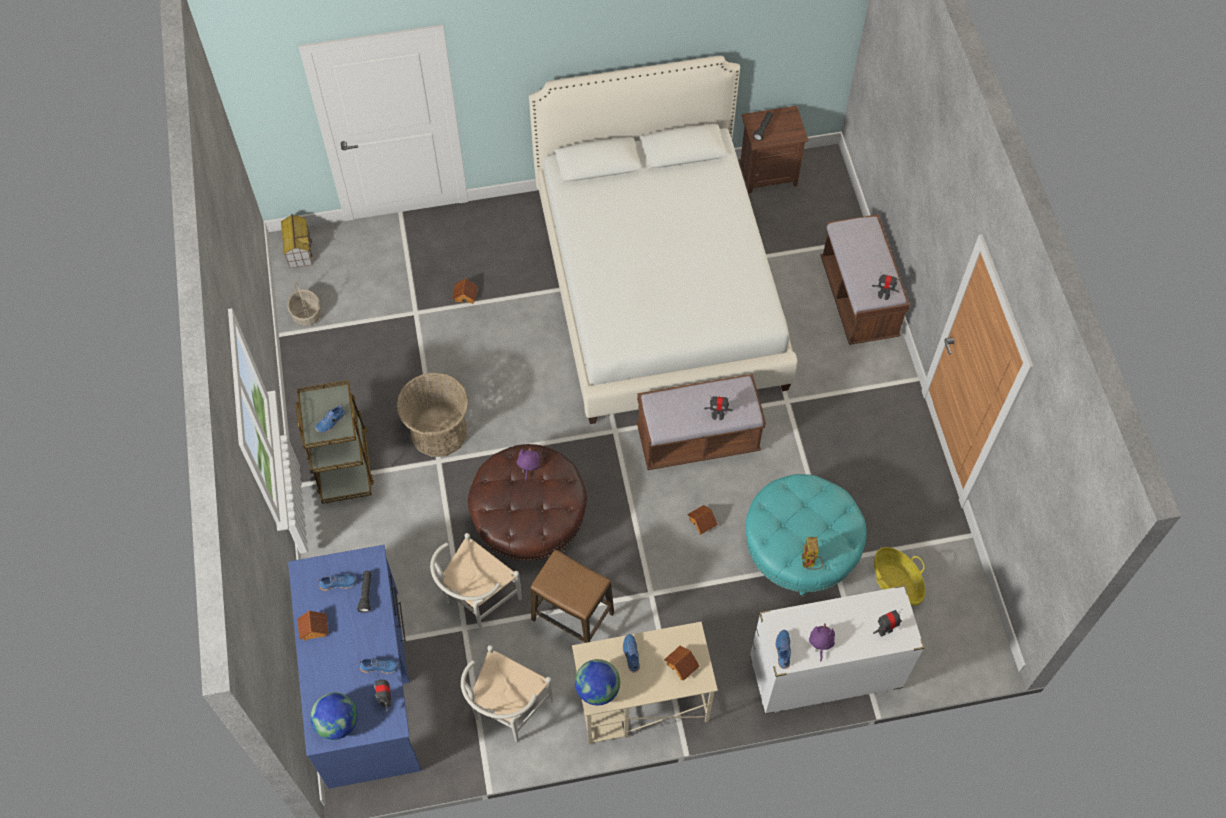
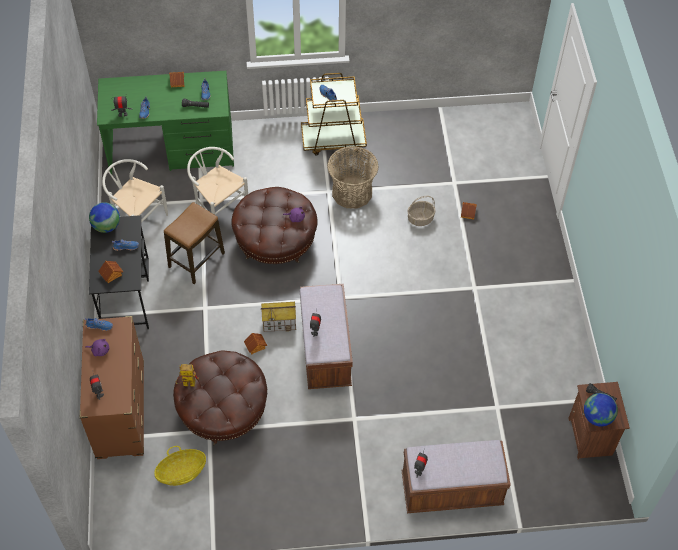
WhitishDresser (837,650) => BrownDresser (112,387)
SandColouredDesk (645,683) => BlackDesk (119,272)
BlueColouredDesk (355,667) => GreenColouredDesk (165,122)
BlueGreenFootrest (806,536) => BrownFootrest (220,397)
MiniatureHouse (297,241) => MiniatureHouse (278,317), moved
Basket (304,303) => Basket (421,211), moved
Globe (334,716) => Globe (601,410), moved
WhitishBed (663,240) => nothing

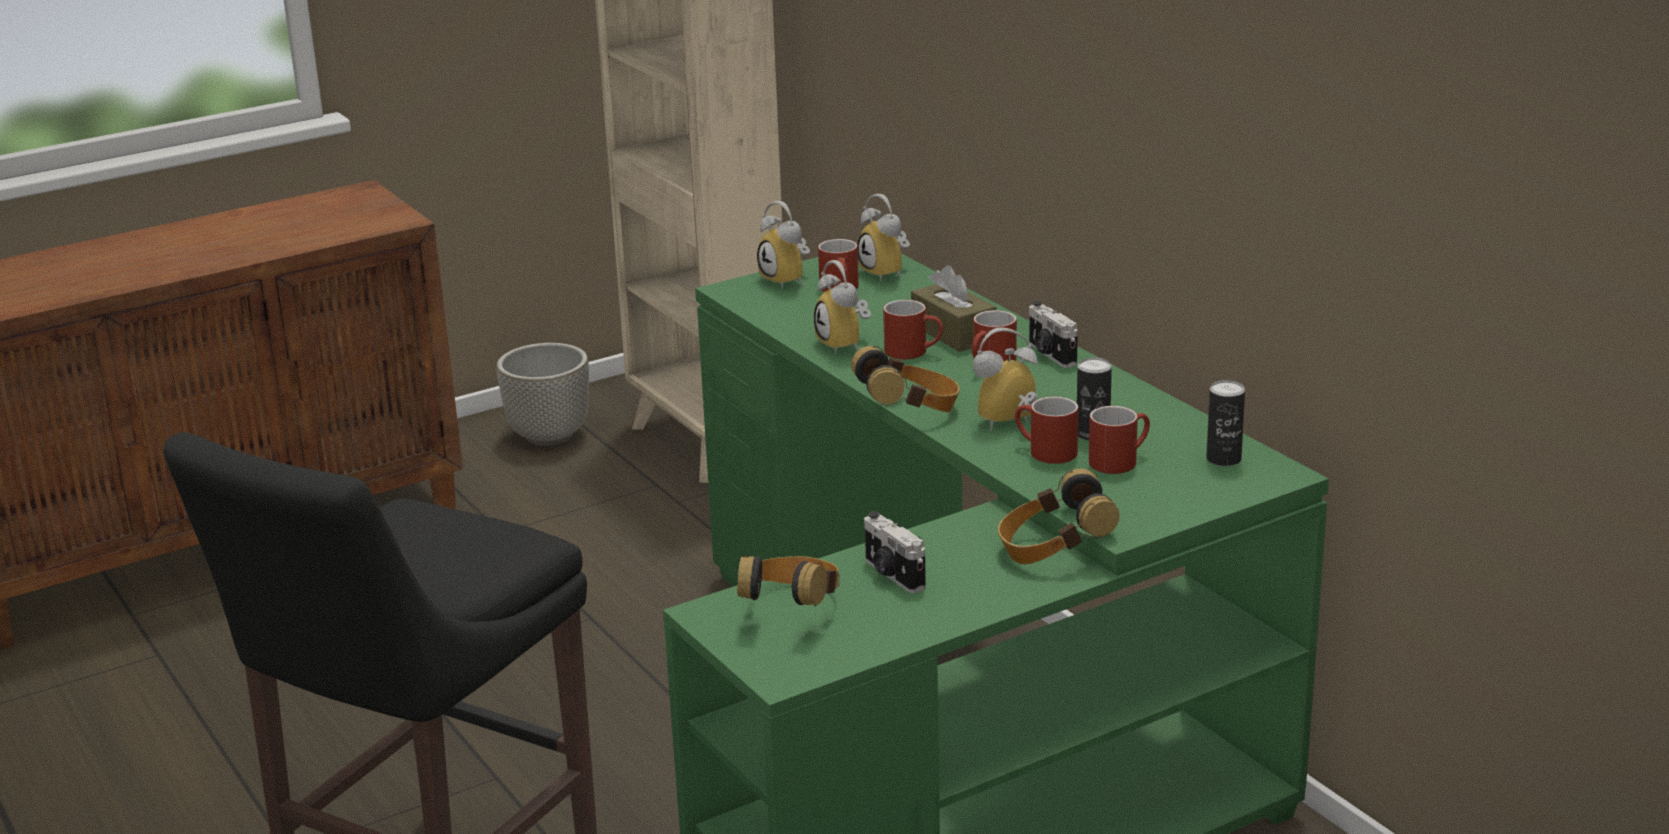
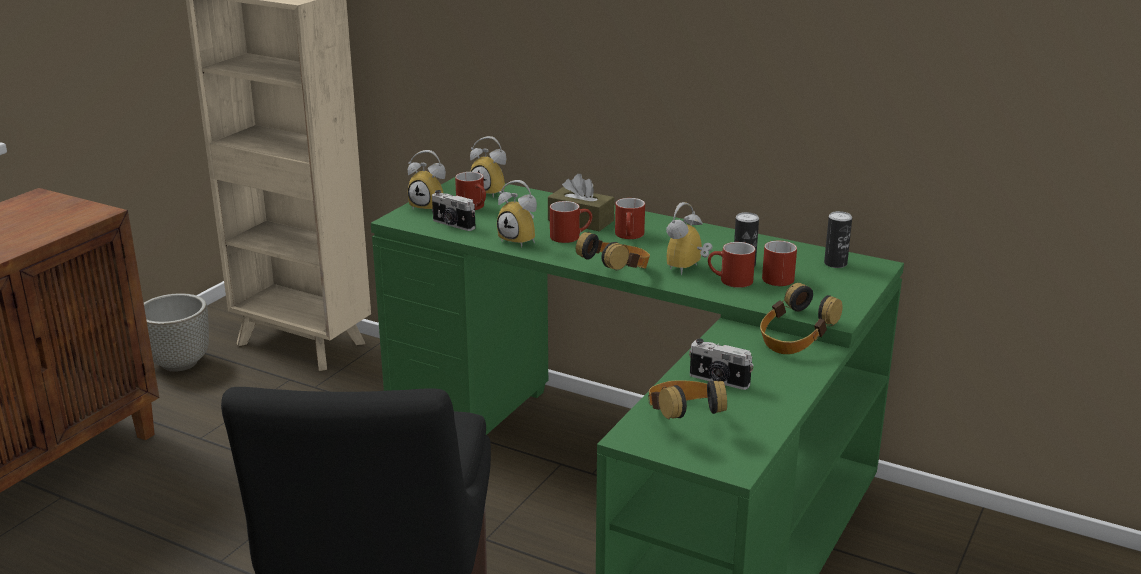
StillCamera (1053,334) => StillCamera (454,210), moved

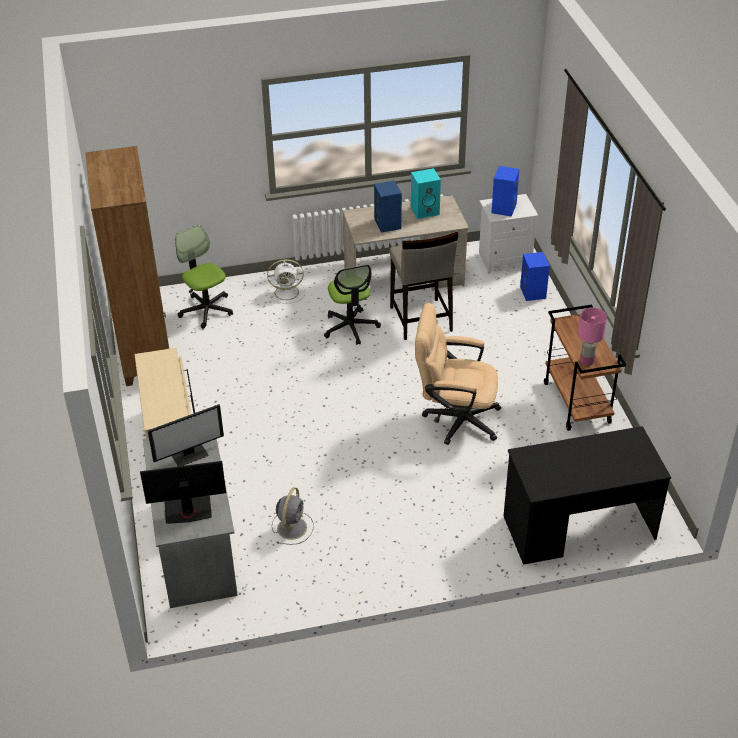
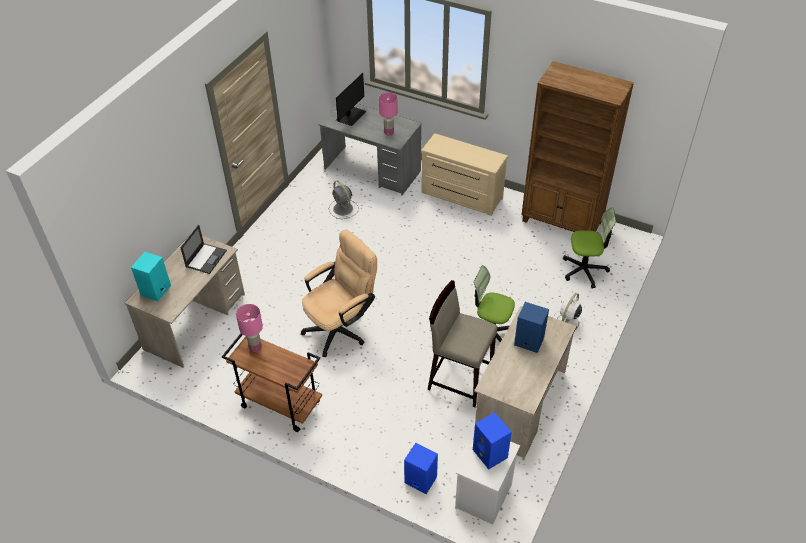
BlackDesk (587,495) => SandColouredDesk (185,301)
BlueGreenAudioSpeaker (426,193) => BlueGreenAudioSpeaker (151,276), moved
nothing => NotebookComputer (203,249)
ComputerScreen (185,435) => PinkColouredTabletopLamp (388,114)

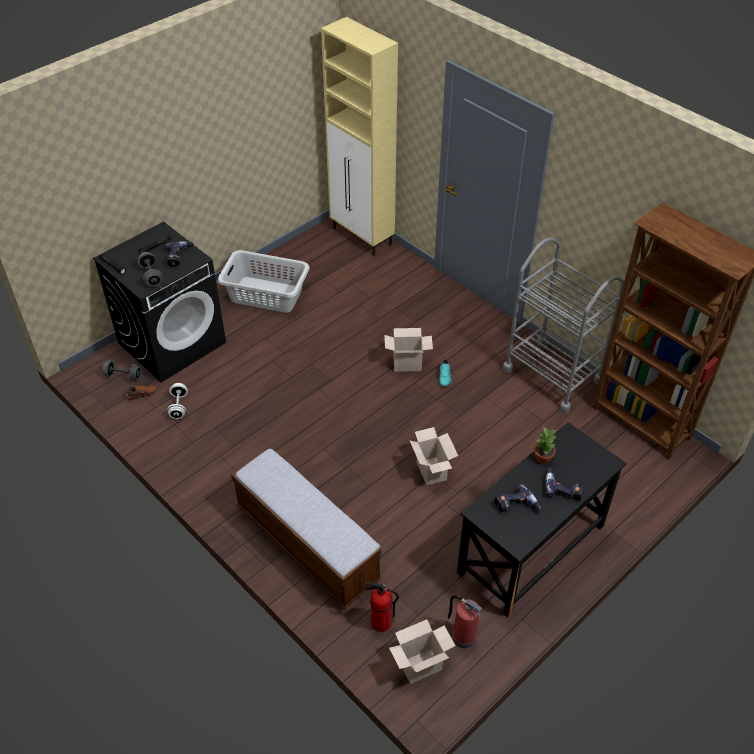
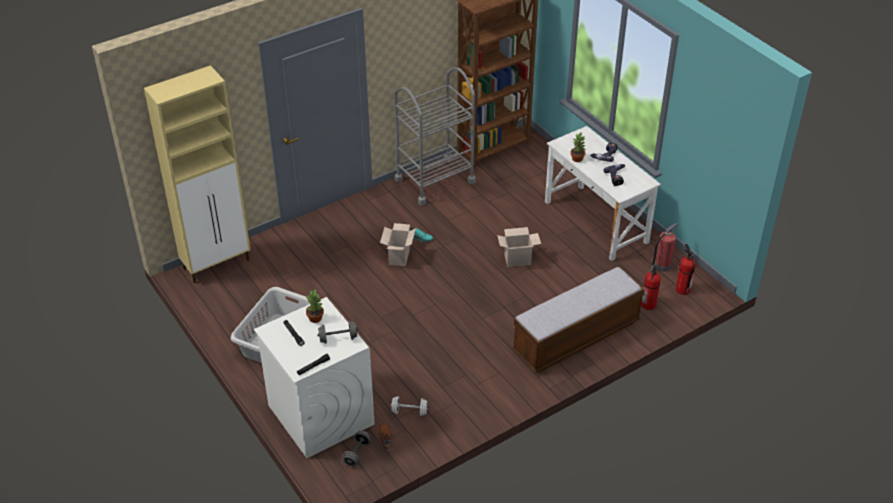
BlackLaundryAppliance (159,301) => WhitishLaundryAppliance (314,377)
ElectricDrill (179,254) => Houseplant (314,306)
BlackDesk (541,519) => WhitishDesk (603,193)
CardboardBox (422,651) => Extinguisher (686,269)

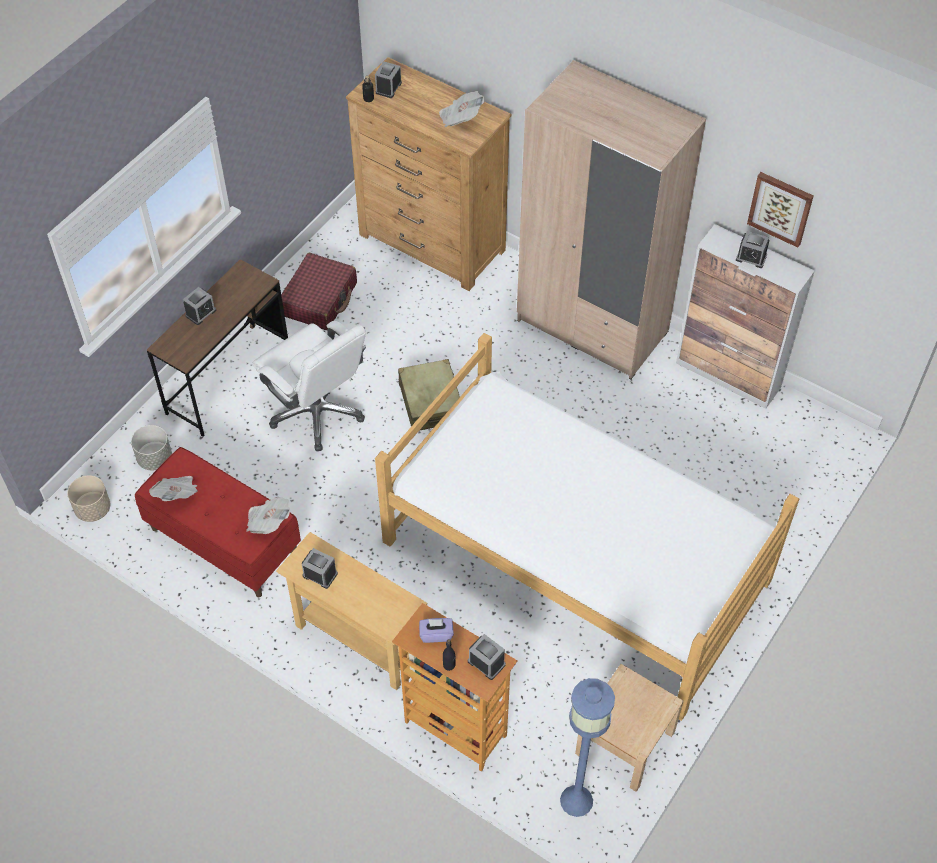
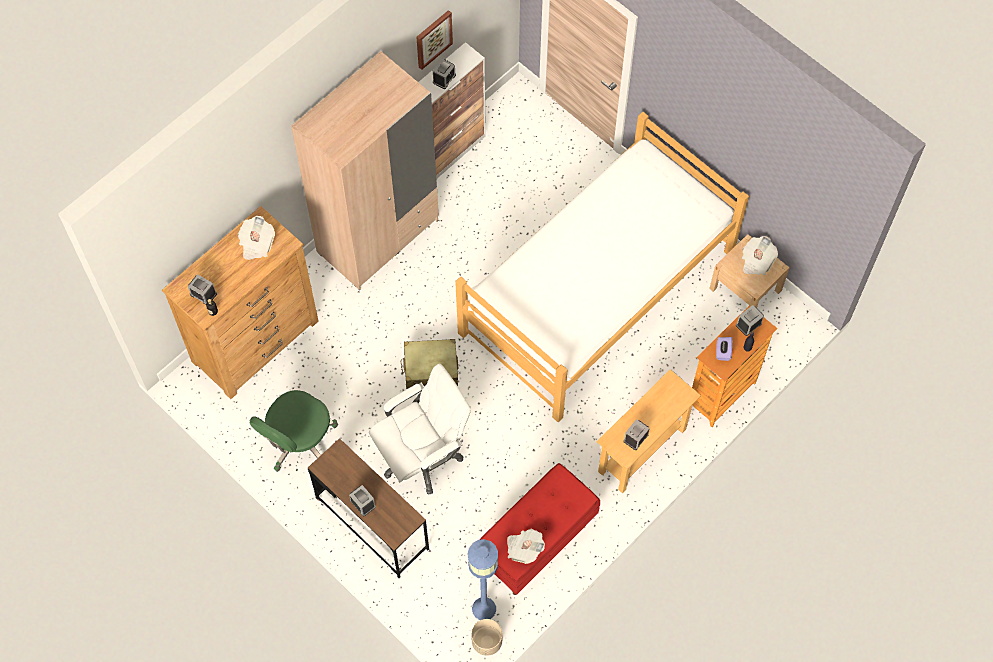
ReddishTravelCase (319,291) => GreenColouredDeskChair (294,431)
BlueColouredFloorLamp (587,747) => BlueColouredFloorLamp (482,579), moved
PrintedPaper (268,515) => PrintedPaper (760,255), moved
GrayFlowerPot (151,447) => nothing

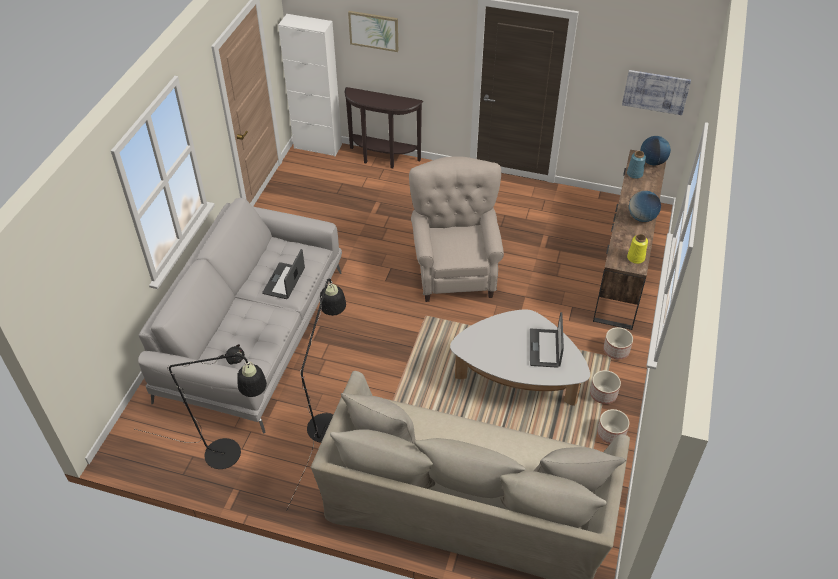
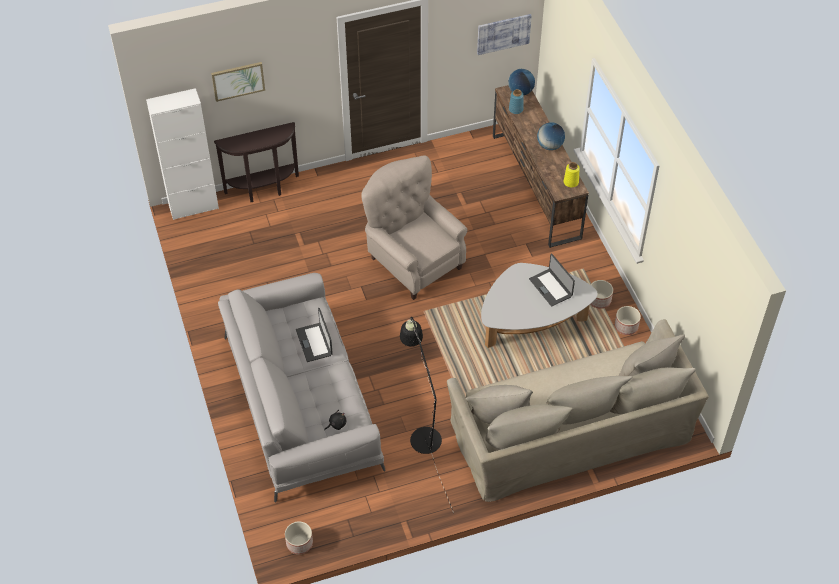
FlowerPot (618,343) => FlowerPot (299,537), moved
BlackFloorLamp (201,410) => nothing

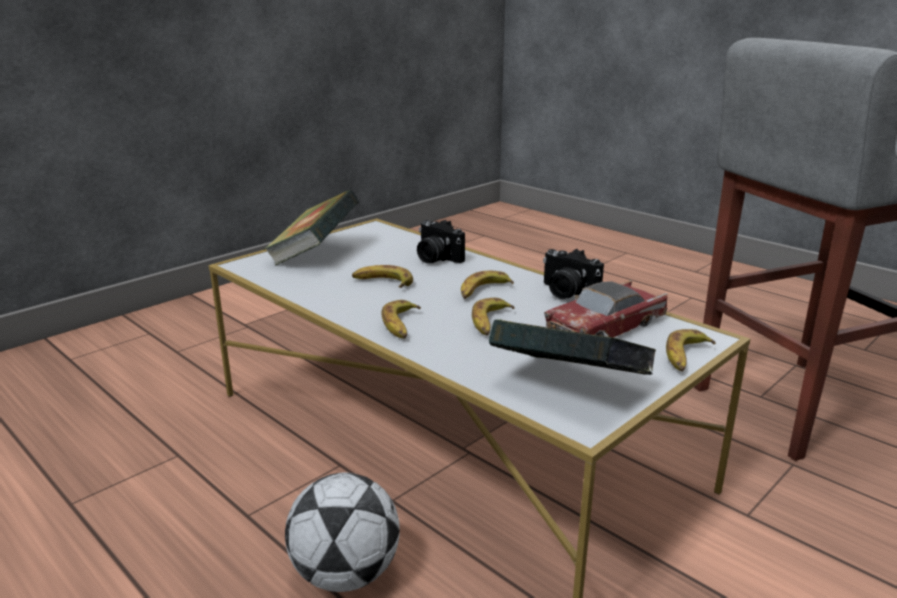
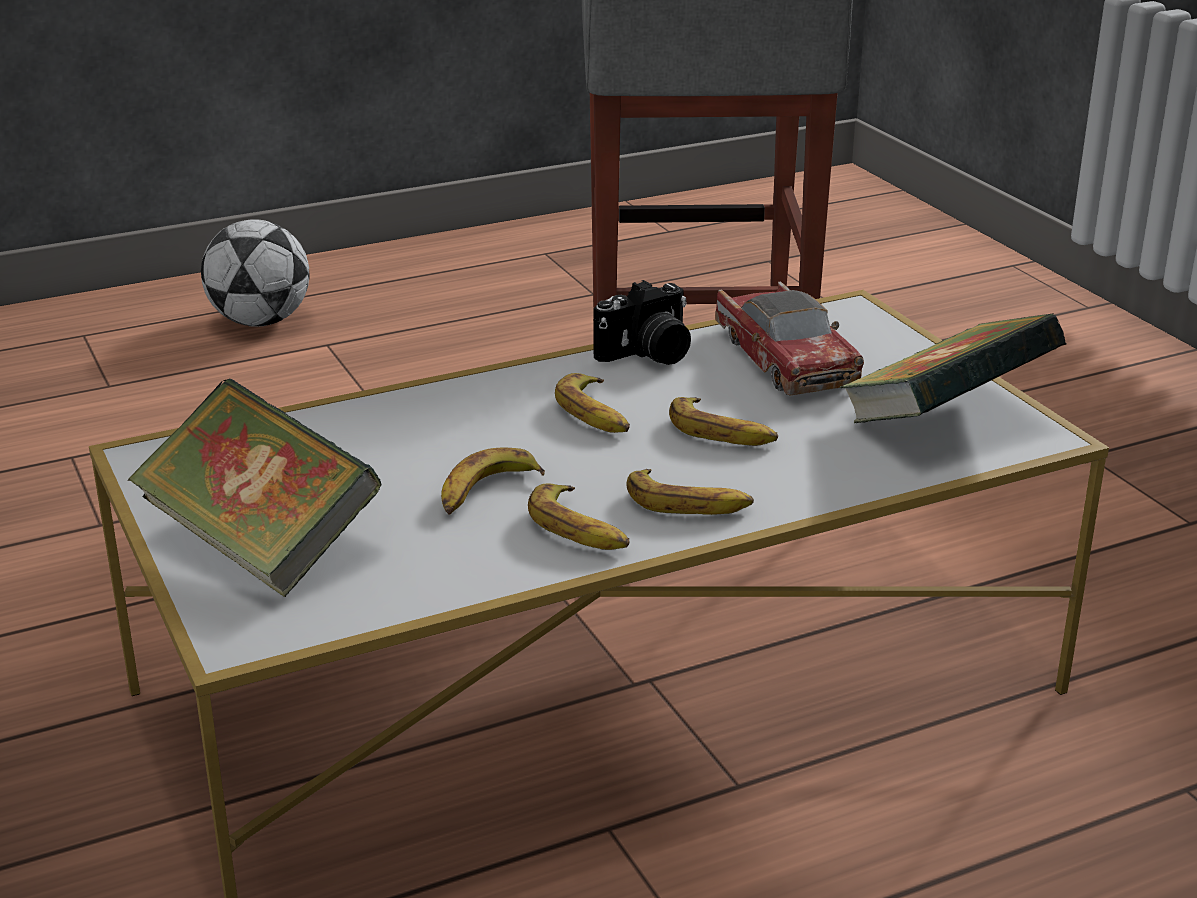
FootballBall (342,532) => FootballBall (255,273), moved
BananaFruit (691,350) => BananaFruit (578,517), moved
StillCamera (441,241) => nothing

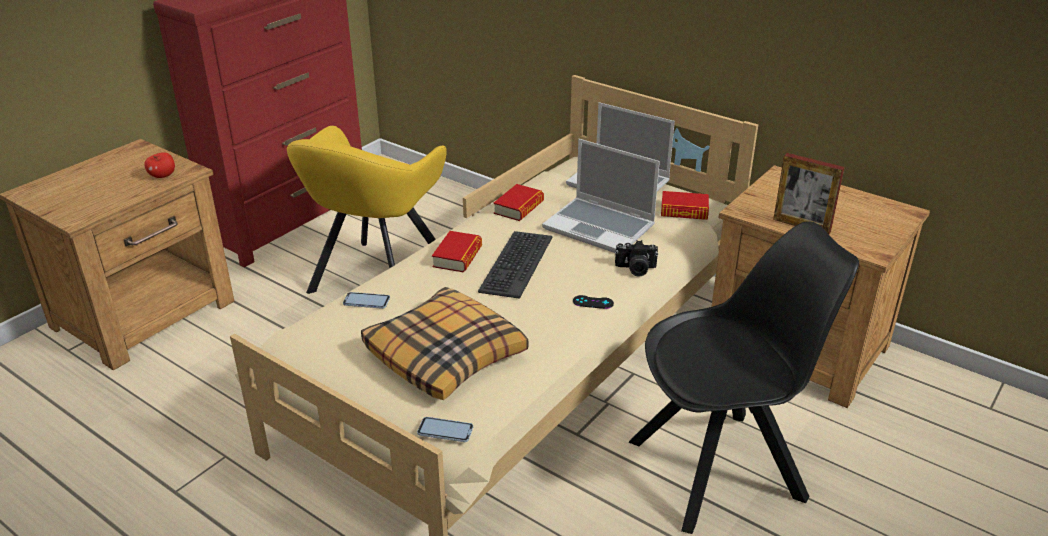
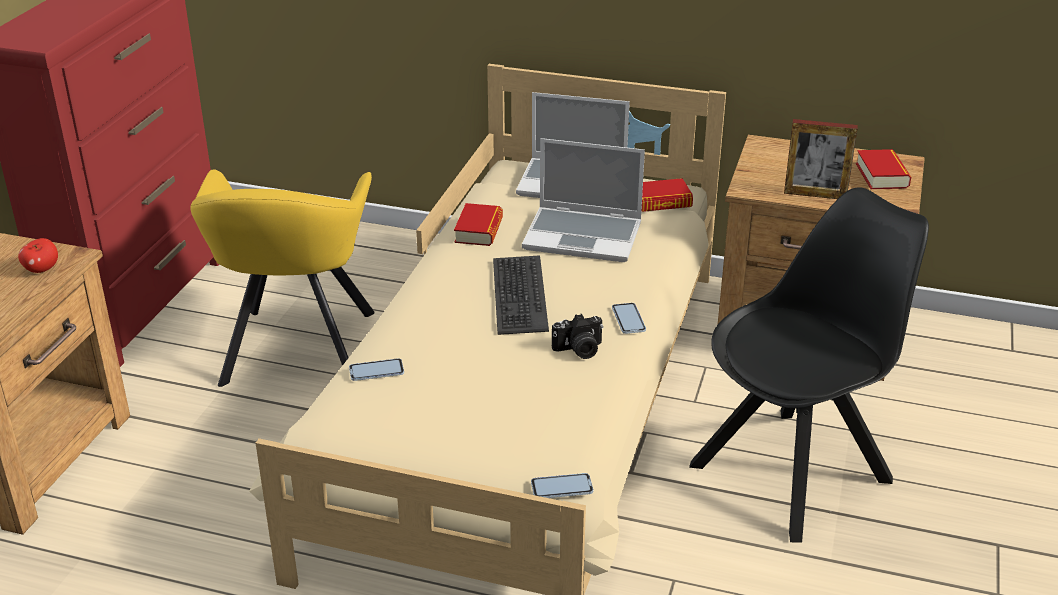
StillCamera (636,258) => StillCamera (578,336), moved
BlackJoypad (593,302) => Telephone (629,318)
Volume (457,251) => Volume (883,169), moved
ThrowPillow (445,343) => nothing

